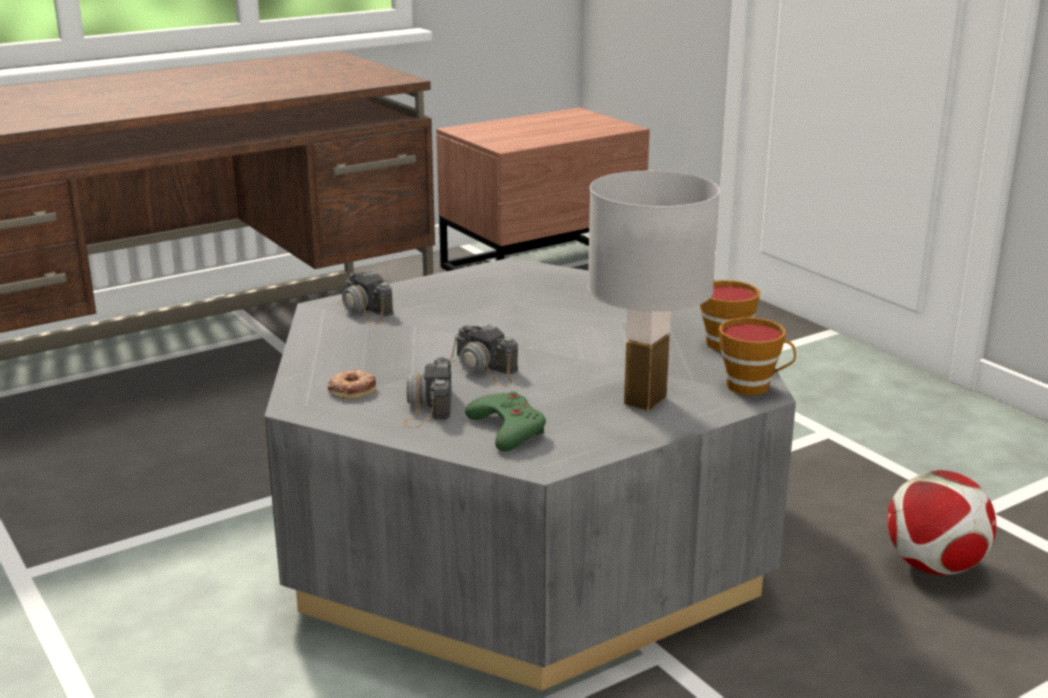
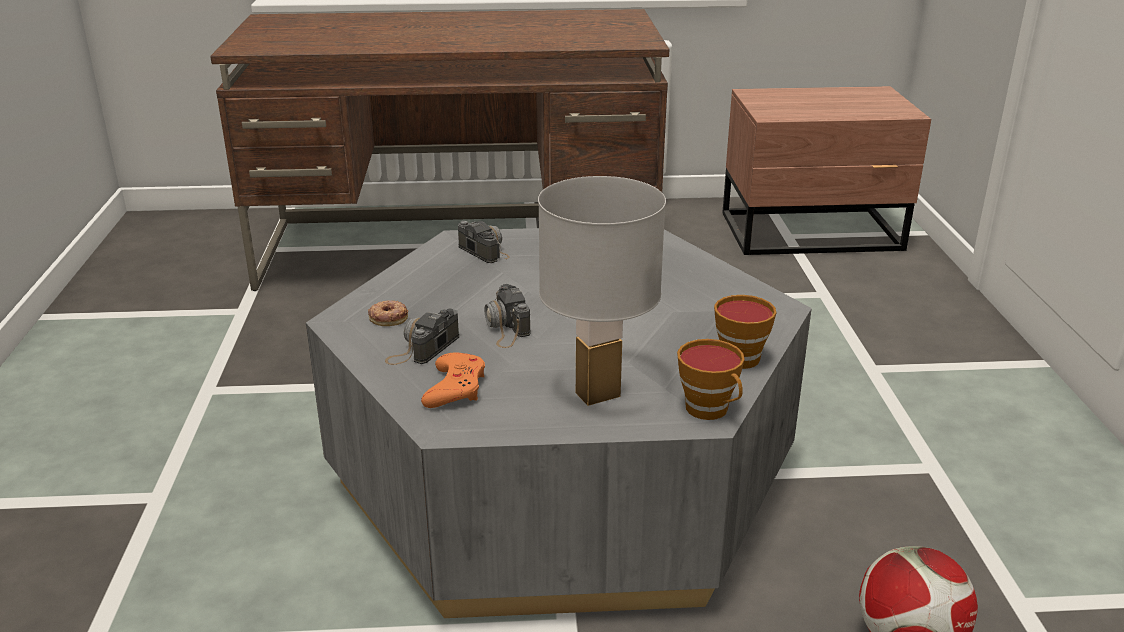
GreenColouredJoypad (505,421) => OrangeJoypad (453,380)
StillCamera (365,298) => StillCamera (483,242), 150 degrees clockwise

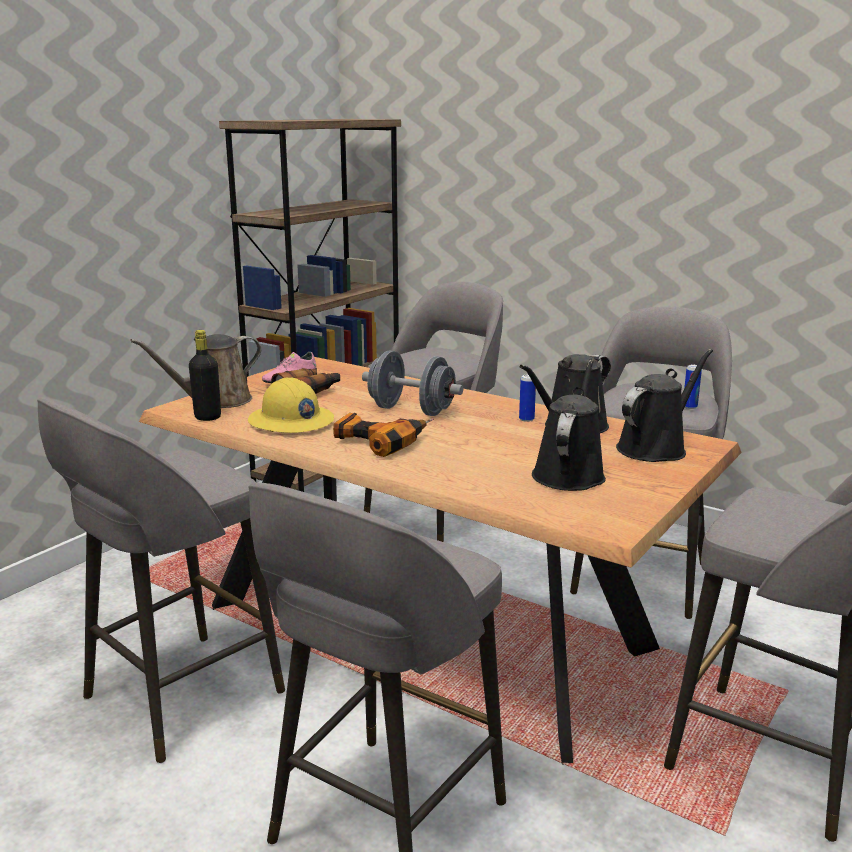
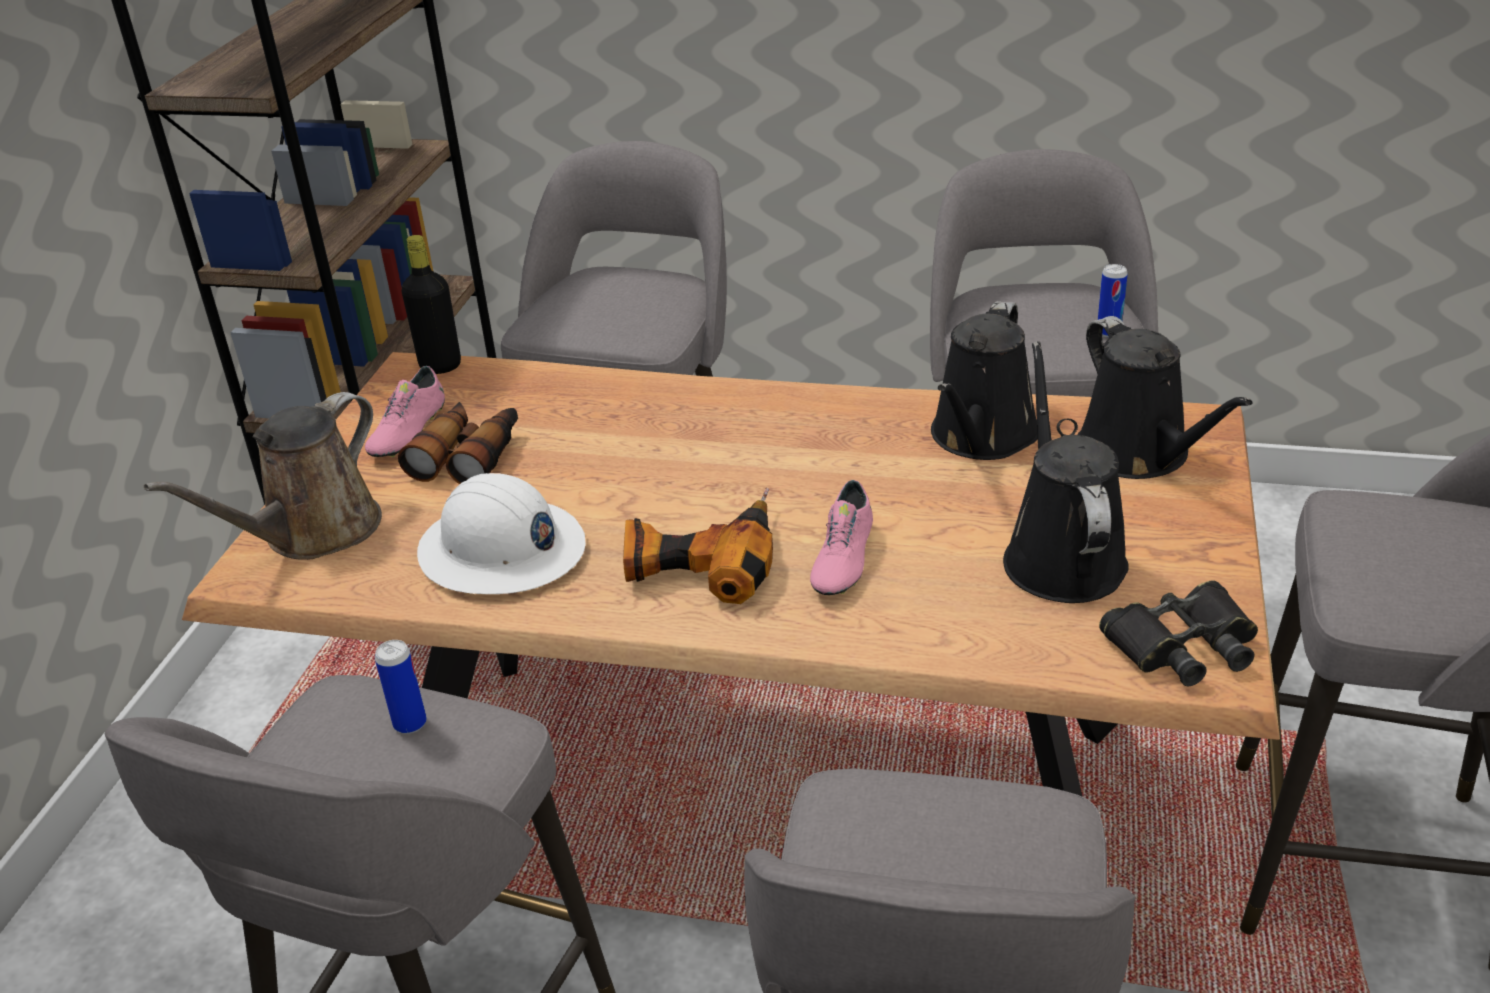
SealedCan (527,398) => SealedCan (401,687), moved
BlackBeverageBottle (205,375) => BlackBeverageBottle (431,304), moved
YellowishSafetyHelmet (291,405) => WhitishSafetyHelmet (501,533)
nothing => PinkColouredItemOfFootwear (841,537)
BlackWateringPot (664,405) => BlackWateringPot (1165,397), 135 degrees clockwise
nothing => BlackPairOfBinoculars (1178,633)
GrayFreeWeight (412,383) => nothing

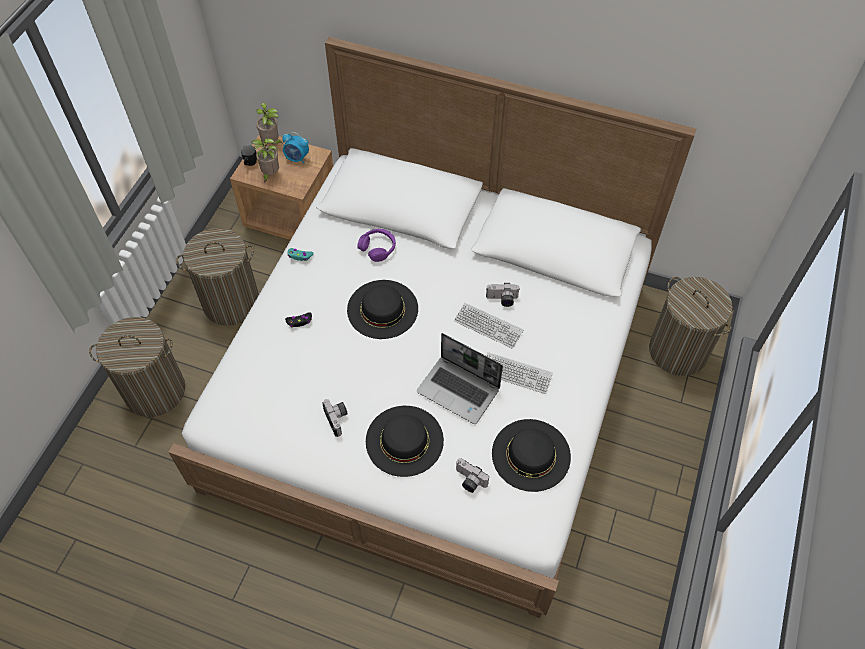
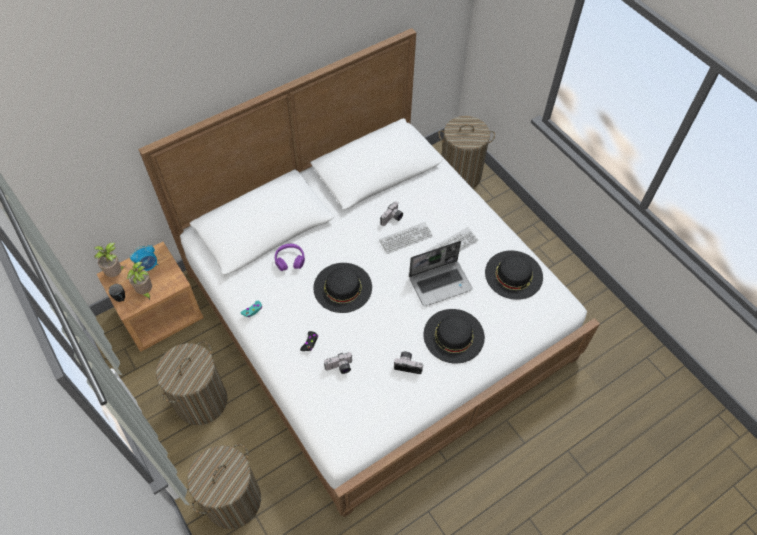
StillCamera (472,475) => StillCamera (338,363), moved

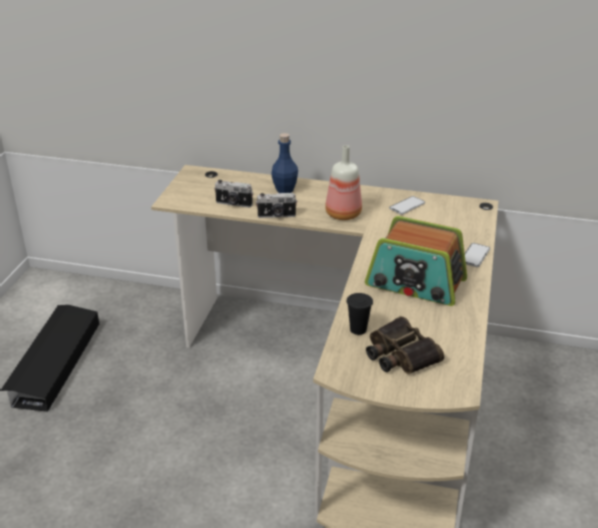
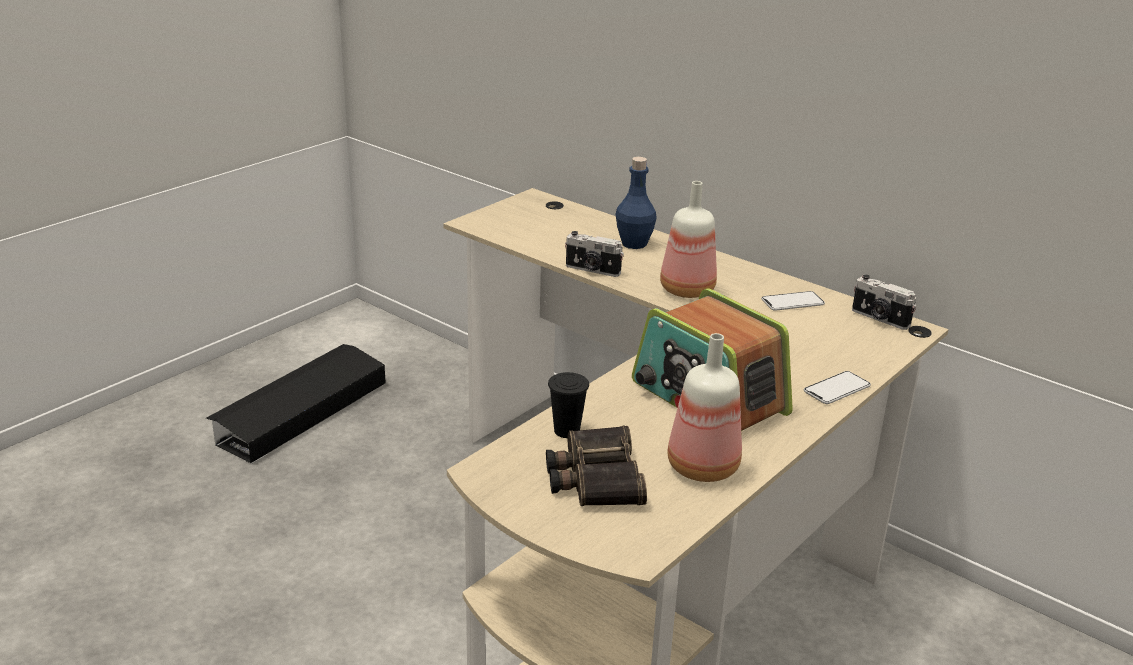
nothing => BeverageBottle (705,407)
StillCamera (234,194) => StillCamera (884,302), moved

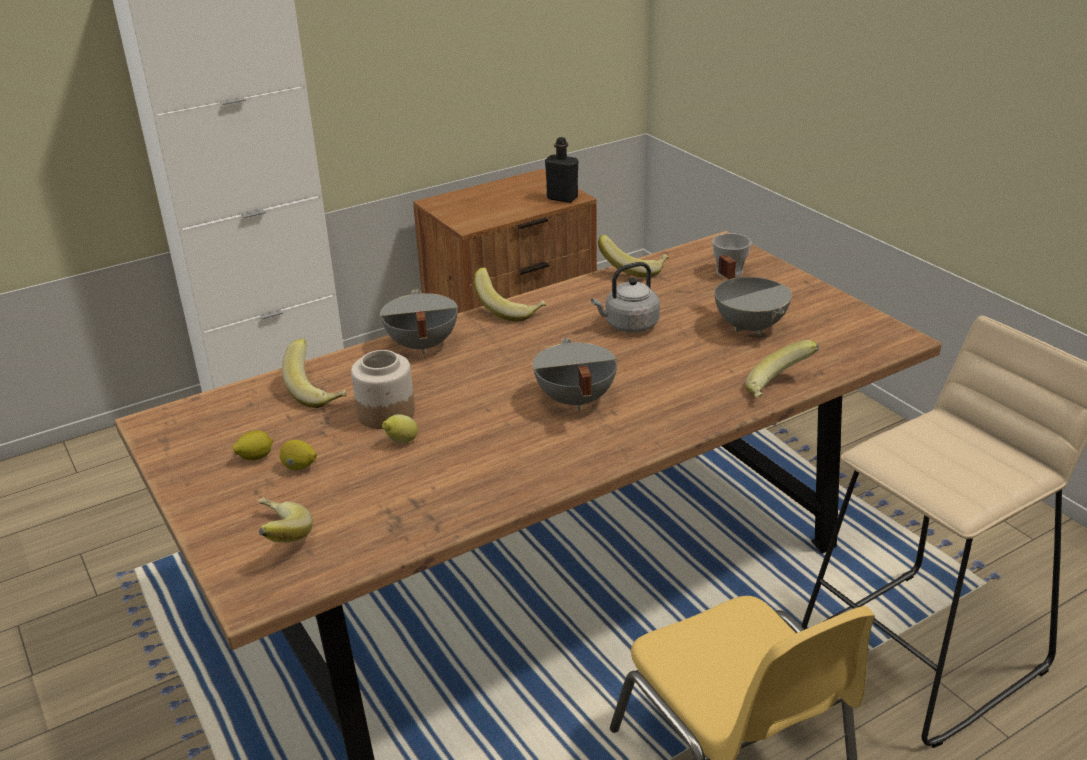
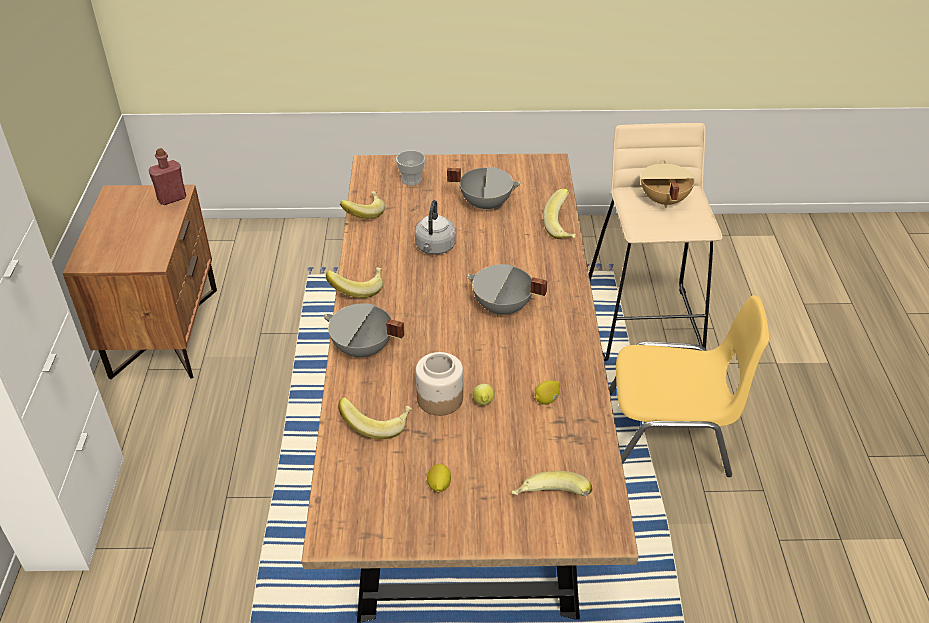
BlackBeverageBottle (561,170) => ReddishBeverageBottle (167,176)
CitrusFruit (298,455) => CitrusFruit (547,392), moved
nothing => SandColouredCookingPot (667,184)

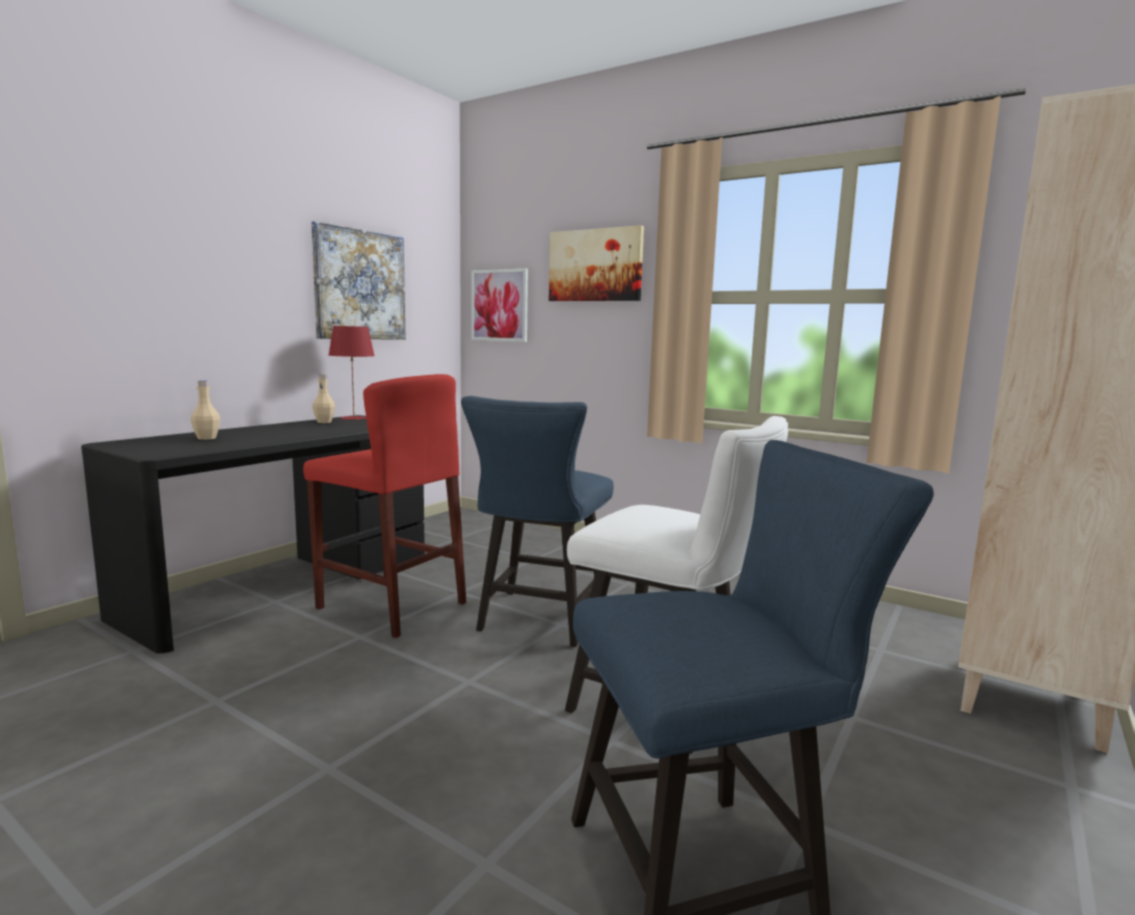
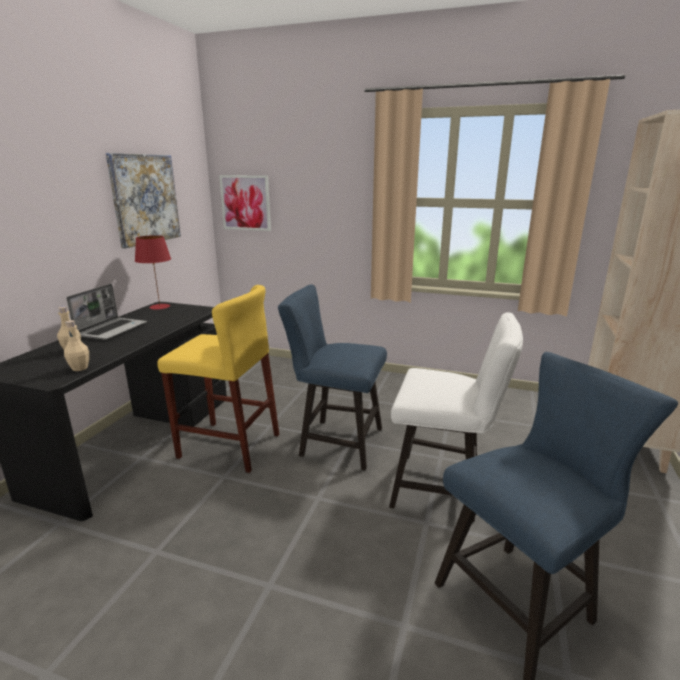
SandColouredBeverageBottle (324,398) => SandColouredBeverageBottle (76,345), moved
nothing => NotebookComputer (107,312)
ReddishStoolSeat (384,506) => YellowishStoolSeat (218,379)
BlueColouredUprightChair (537,521) => BlueColouredUprightChair (332,377), 105 degrees clockwise
WallArt (596,263) => nothing

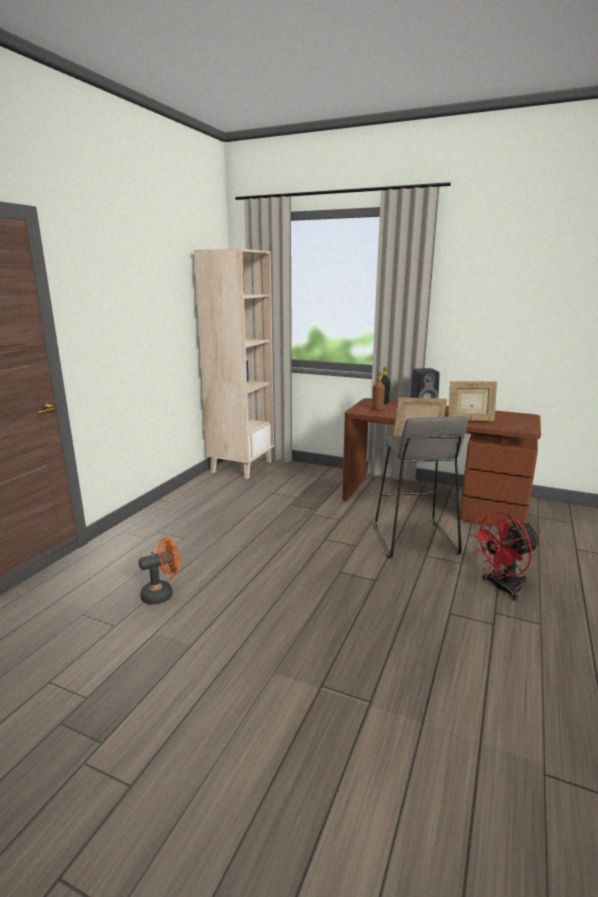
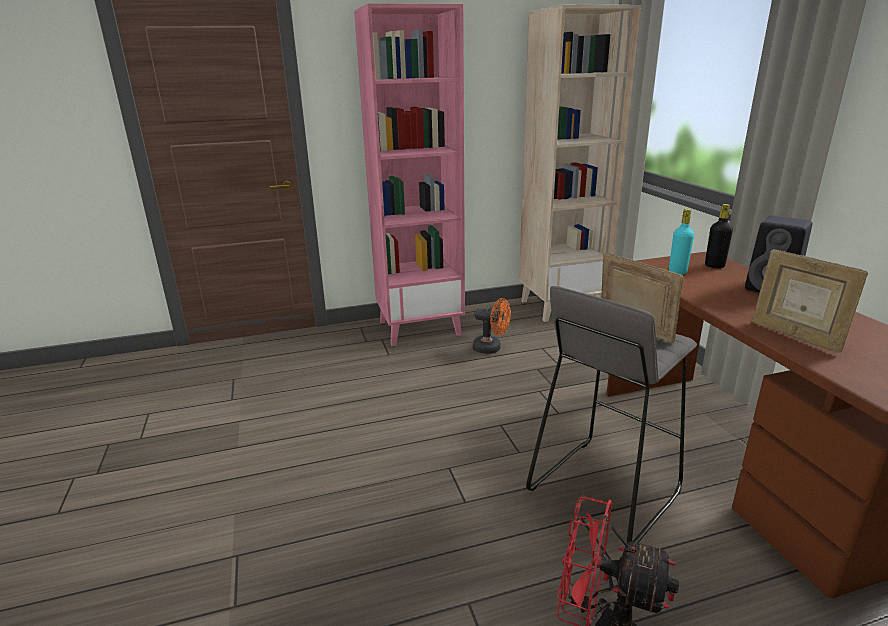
nothing => PinkColouredShelvingUnit (409,174)
OrangeCoolingFan (159,571) => OrangeCoolingFan (492,326), moved
BrownBeverageBottle (378,391) => BlueGreenBeverageBottle (681,242)

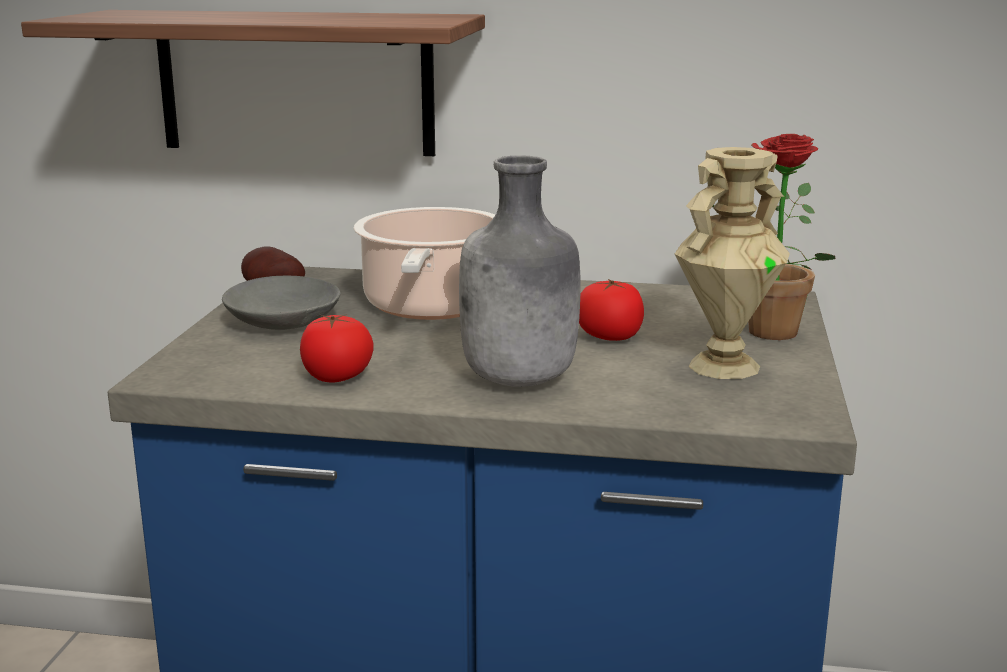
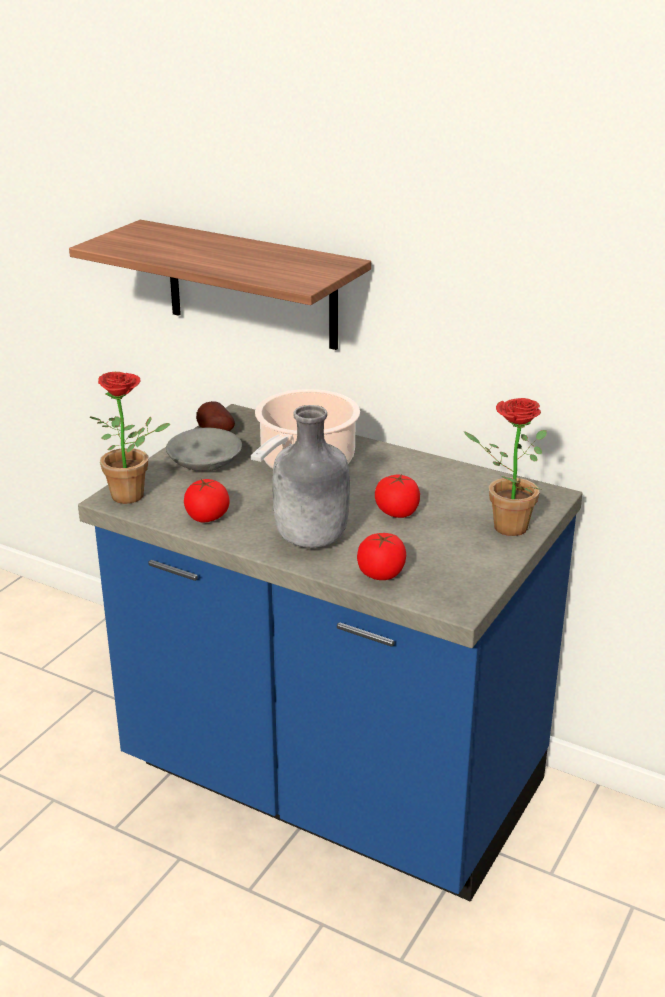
nothing => Houseplant (130,438)
nothing => Tomato (381,556)
SandColouredFlowerVase (732,263) => nothing

